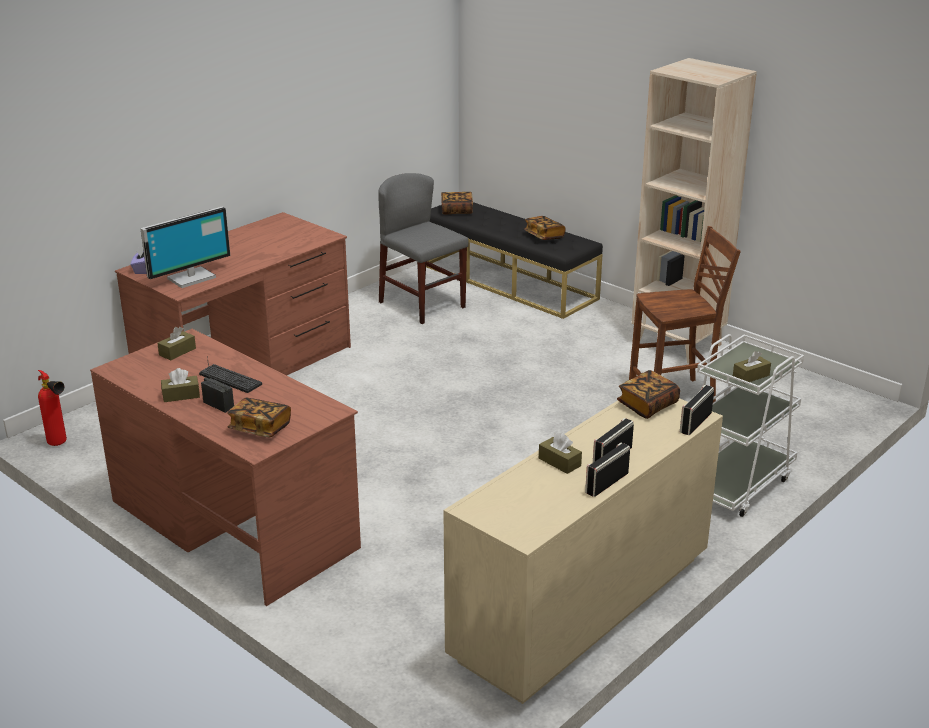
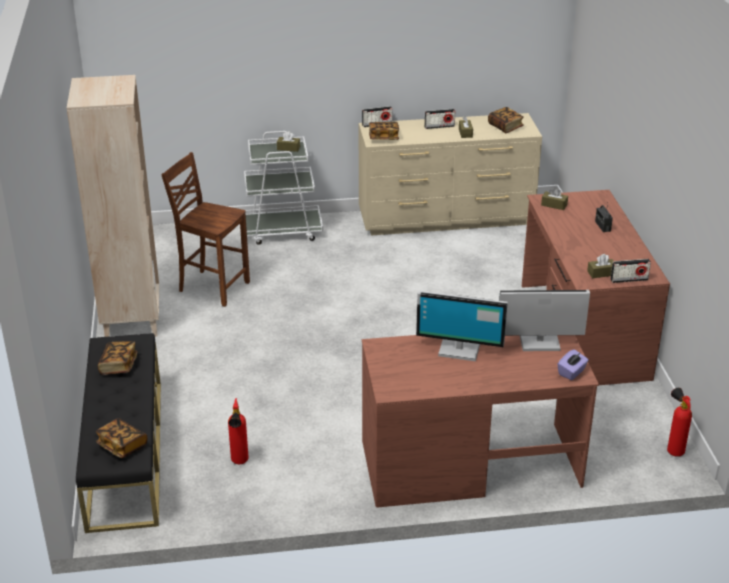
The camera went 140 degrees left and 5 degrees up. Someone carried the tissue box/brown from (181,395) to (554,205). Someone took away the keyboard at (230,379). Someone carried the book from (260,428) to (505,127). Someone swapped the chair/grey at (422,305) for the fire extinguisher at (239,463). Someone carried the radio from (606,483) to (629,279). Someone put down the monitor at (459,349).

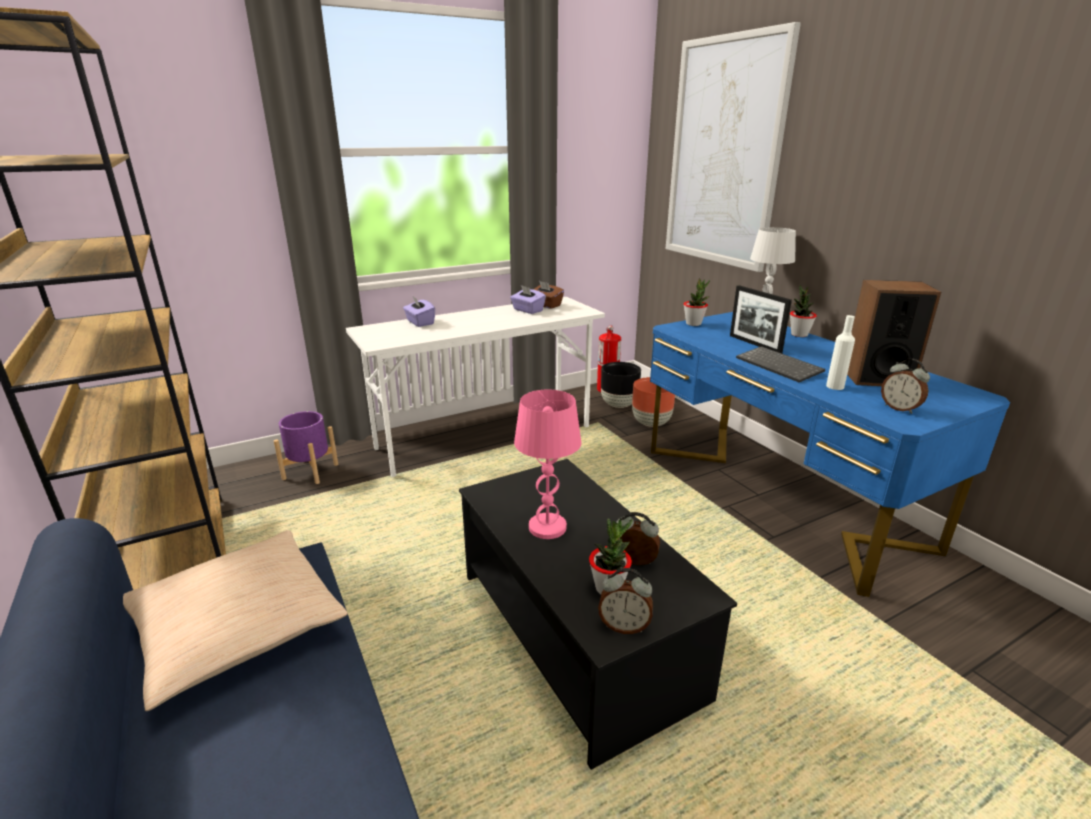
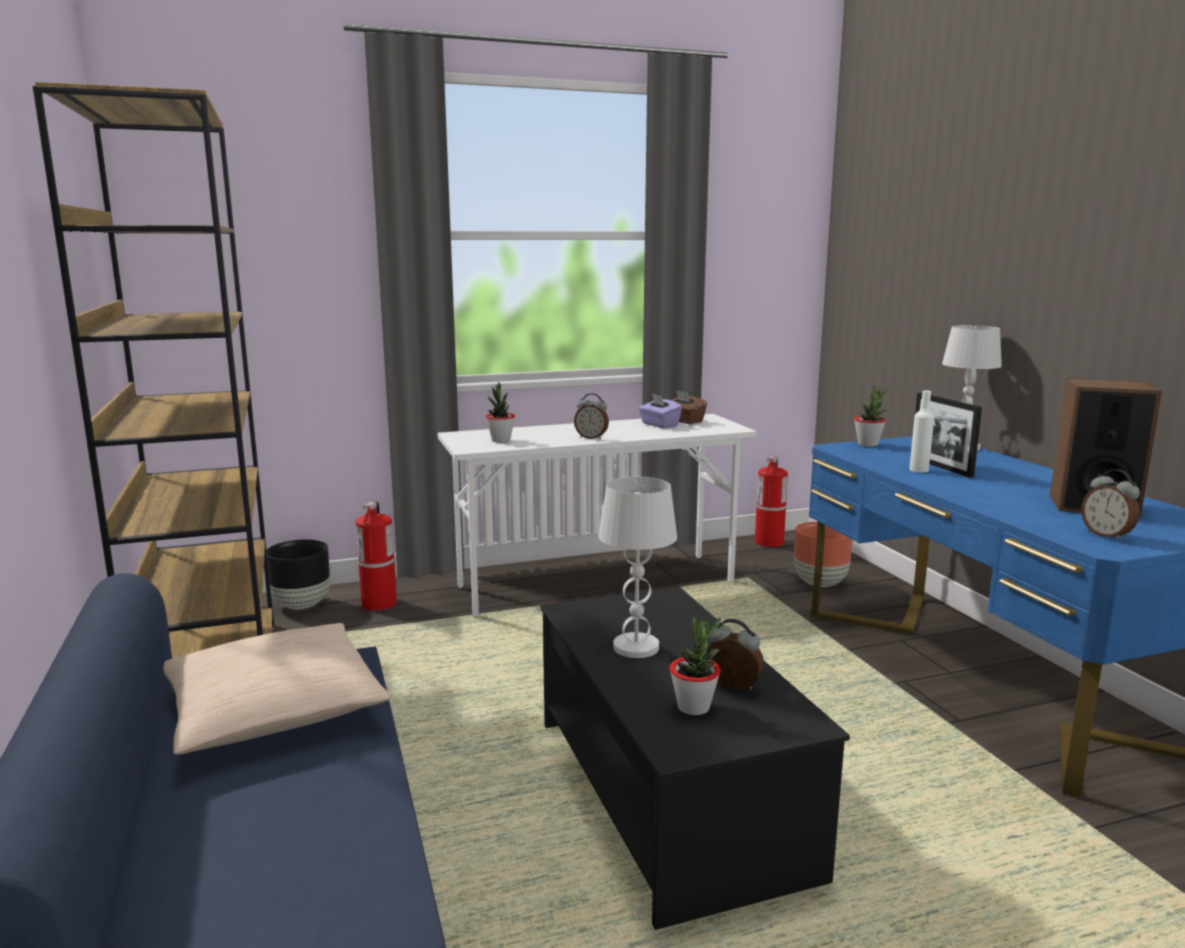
The camera went 10 degrees right and 10 degrees down. Someone swapped the planter/purple at (311,471) for the fire extinguisher at (379,604). Someone took away the tissue box/purple at (420,322). Someone repainted the table lamp/pink at (547,527), which became the table lamp/white at (636,647). Someone carried the alarm clock from (624,626) to (591,438). Someone carried the planter/black from (618,405) to (301,605). Someone took away the picture at (724,154). Someone took away the keyboard at (780,366). Someone carried the potted plant from (799,334) to (500,440). Someone carried the bottle/white from (835,386) to (919,470).

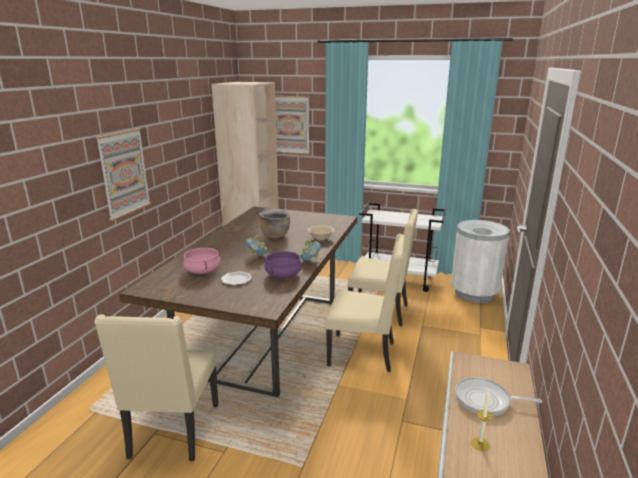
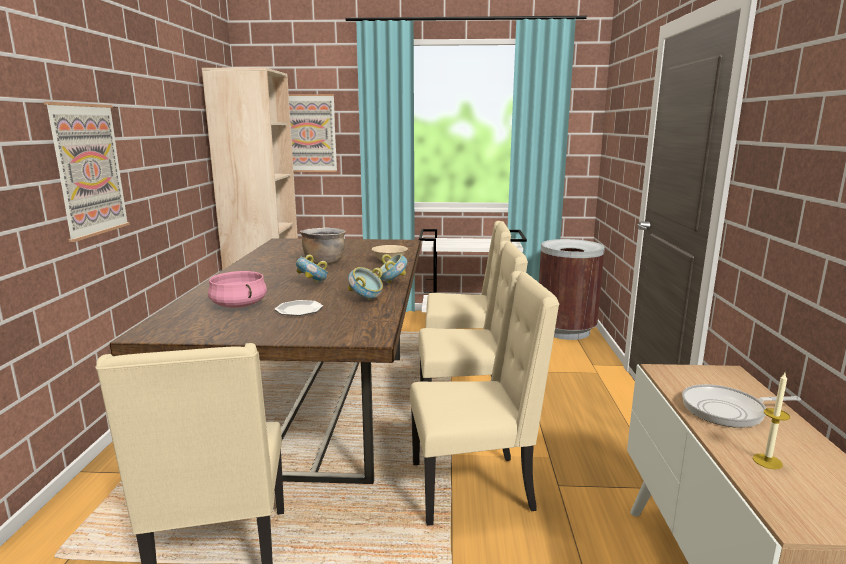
The camera went 15 degrees left and 5 degrees down. Someone swapped the cooking pot/purple at (283,275) for the bowl at (366,299). Someone repainted the trash can/white at (474,293), which became the trash can/brown at (566,331). Someone put down the chair/beige at (474,487).

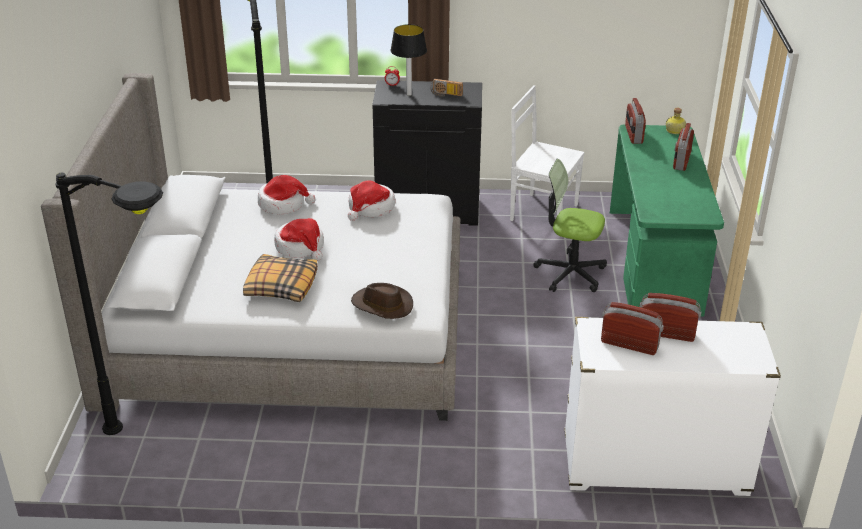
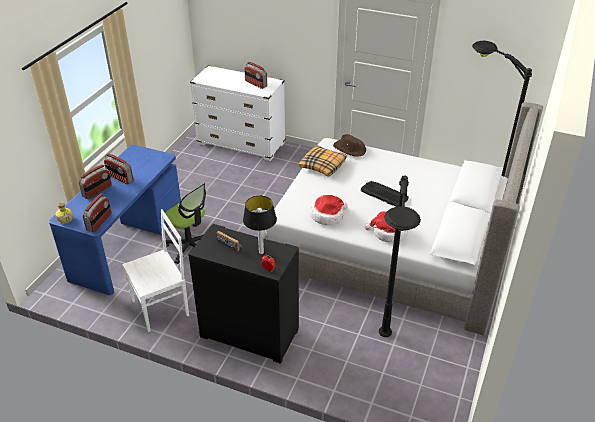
The camera went 160 degrees left and 5 degrees up. Someone carried the pillow from (281,286) to (323,165). Someone swapped the hat at (301,247) for the keyboard at (384,194). Someone rotated the chair/white at (542,212) by 75 degrees counterclockwise. Someone repainted the desk/green at (655,260), which became the desk/blue at (127,243). Someone carried the radio from (666,333) to (120,178).

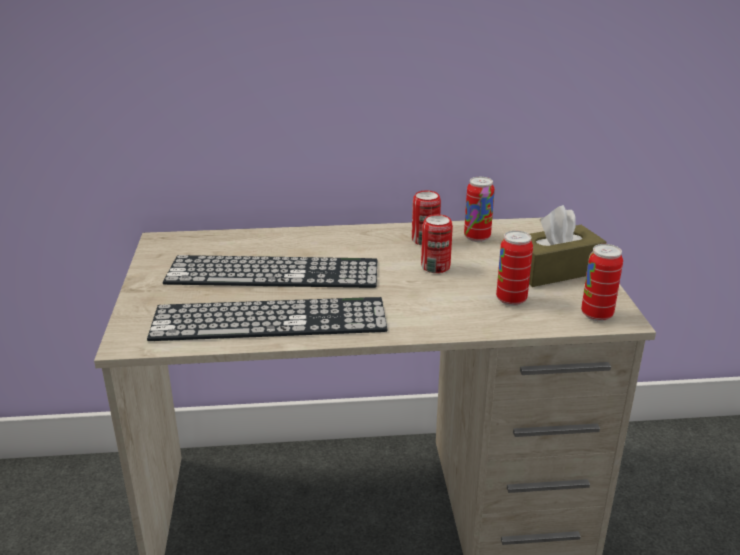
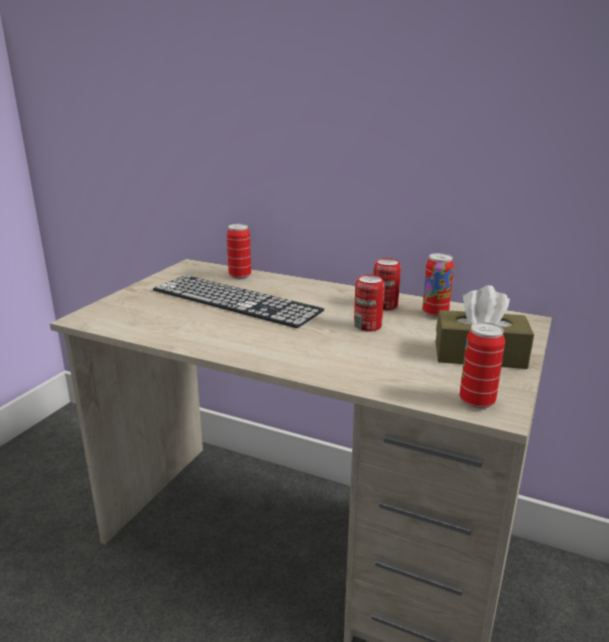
The camera went 30 degrees right and 5 degrees down. Someone took away the keyboard at (269,319). Someone carried the can from (511,299) to (240,276).

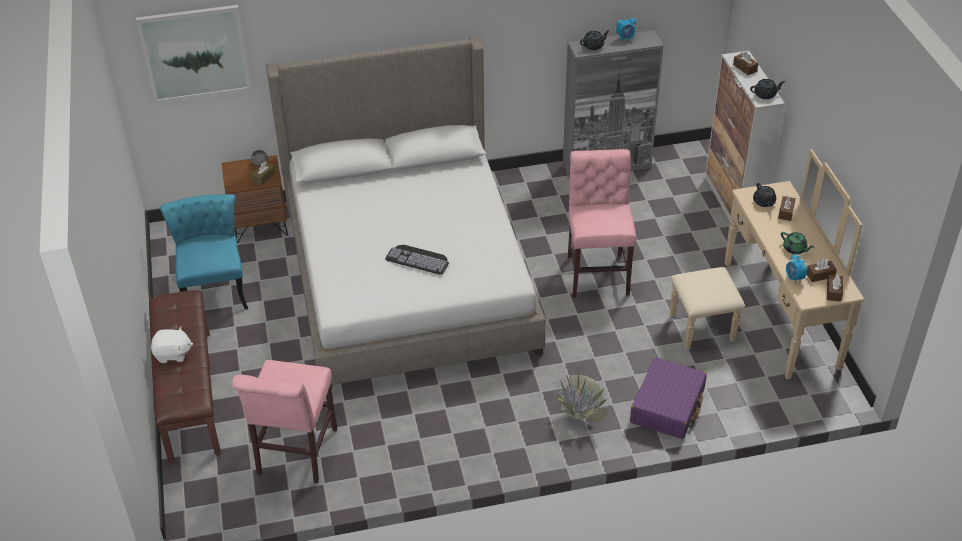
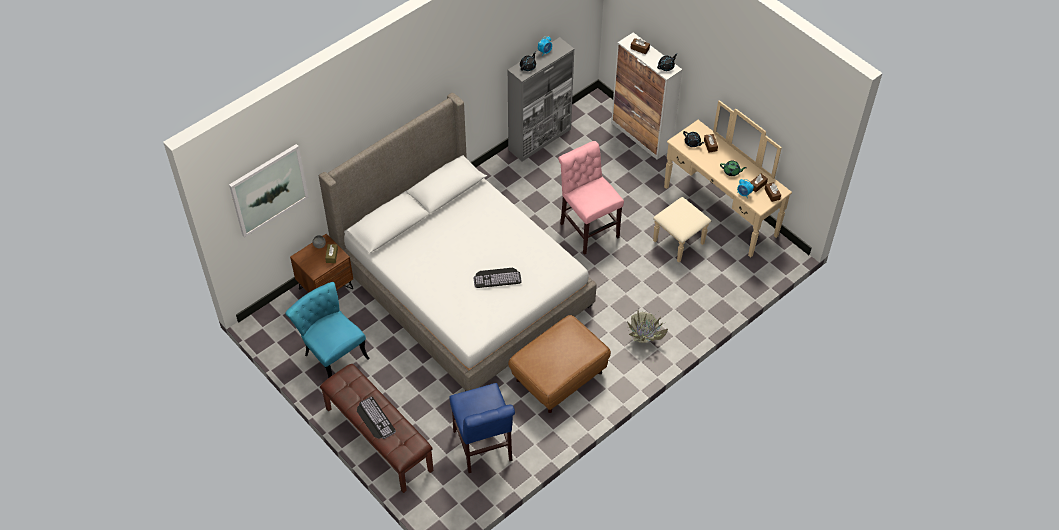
The camera went 30 degrees left and 10 degrees up. Someone swapped the plush toy/white at (173,354) for the keyboard at (374,419). Someone repainted the chair/pink at (295,455), which became the chair/blue at (483,448). Someone took away the suitcase/purple at (667,406). Someone put down the ottoman/brown at (559,376).

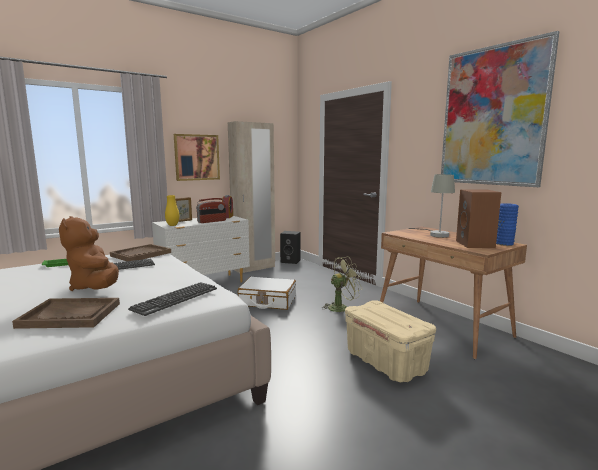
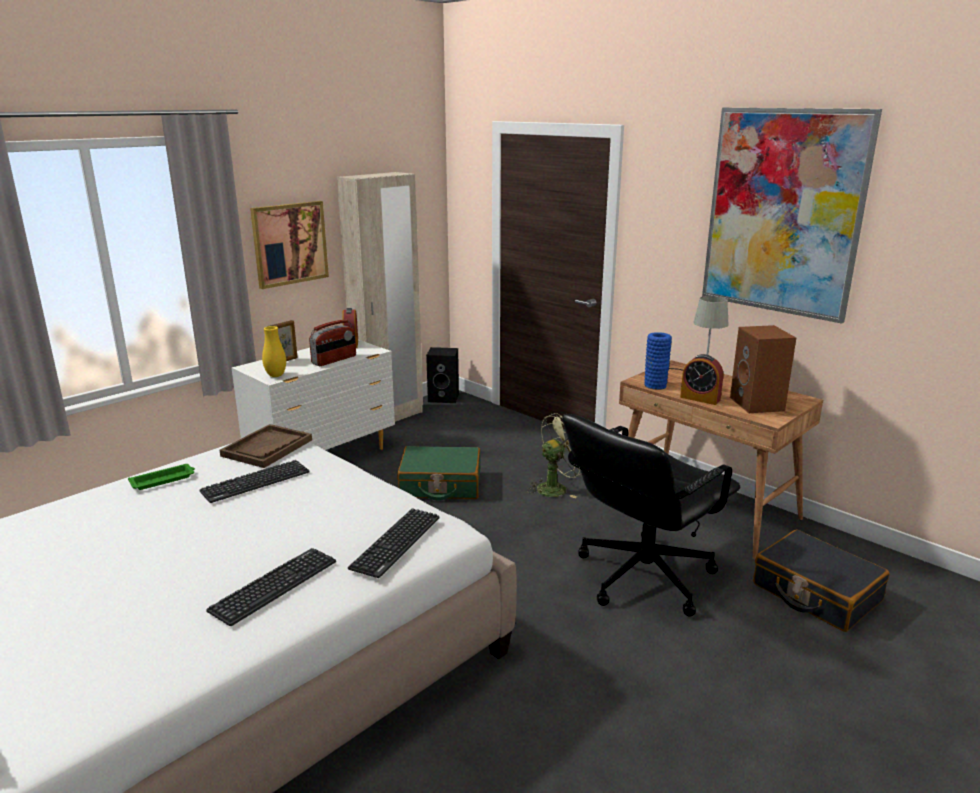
The camera went 10 degrees left and 10 degrees up. Someone swapped the tray/brown at (71,315) for the keyboard at (274,586). Someone took away the plush toy/brown at (96,288). Someone repainted the suitcase/white at (267,301), which became the suitcase/green at (440,485). Someone swapped the storage box/beige at (385,362) for the office chair/black at (642,576). Someone carried the vase/blue from (504,243) to (655,385). Someone put down the alarm clock at (700,398). Someone put down the suitcase/black at (815,593).

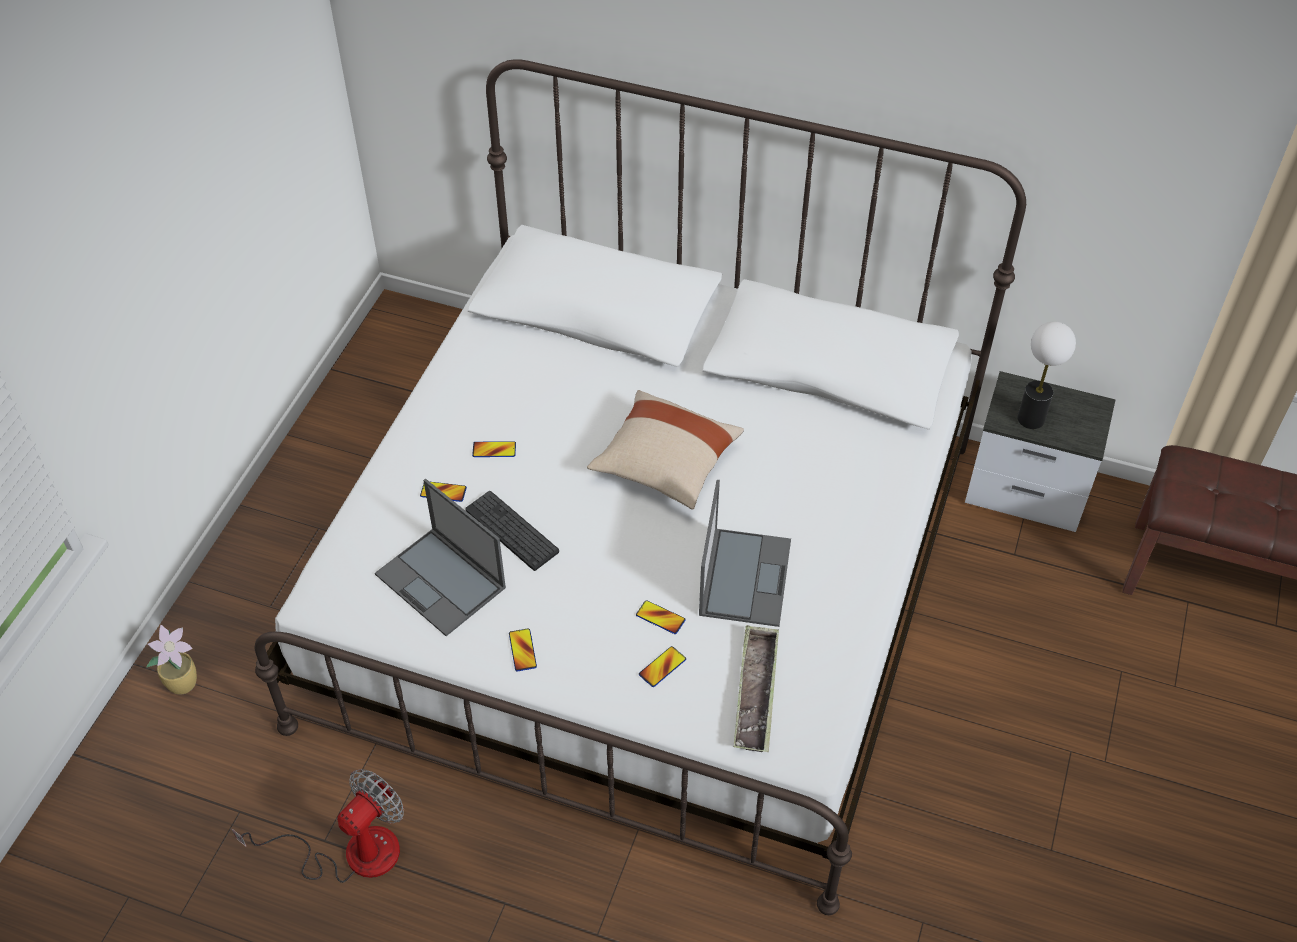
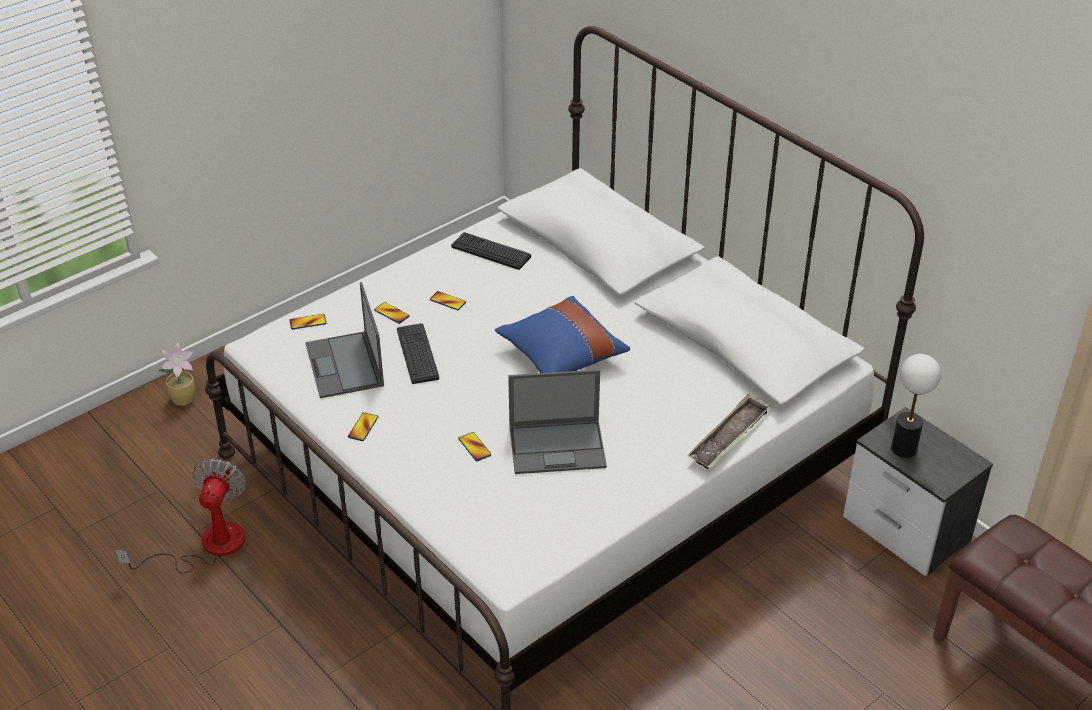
The camera went 30 degrees right and 10 degrees down. Someone rotated the fan at (352,852) by 60 degrees counterclockwise. Someone repainted the pillow/beige at (665,464), which became the pillow/blue at (561,355). Someone carried the phone from (662,667) to (308,322). Someone rotated the laptop at (745,576) by 45 degrees clockwise. Someone carried the tray from (756,693) to (729,437). Someone put down the keyboard at (491,252).

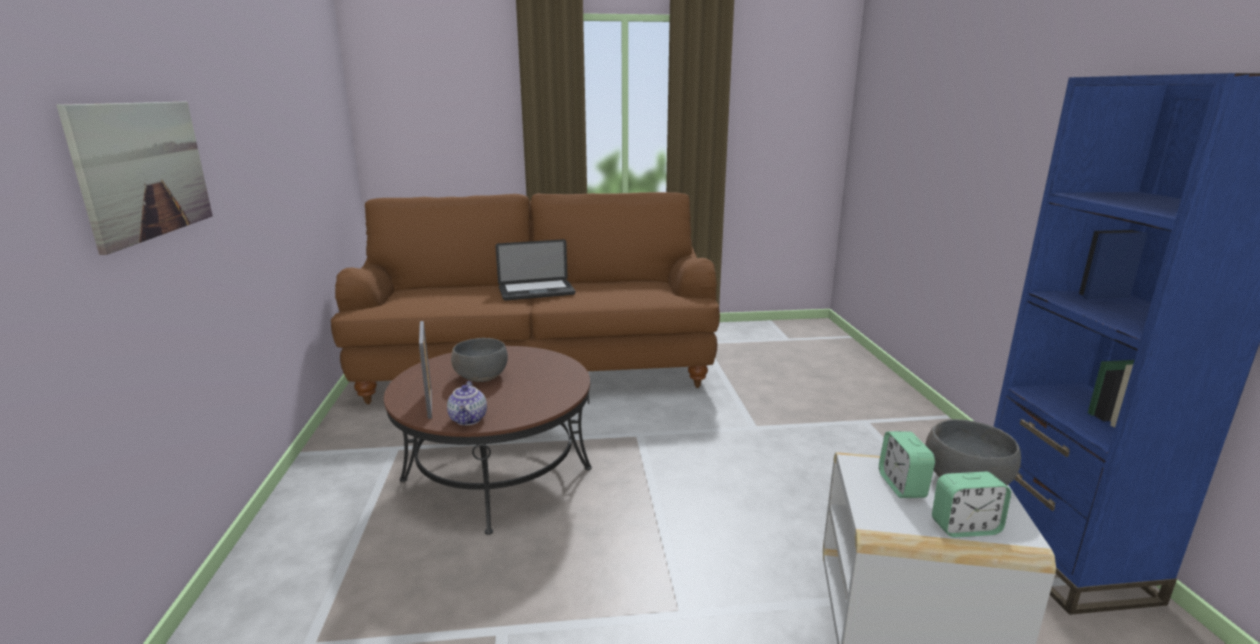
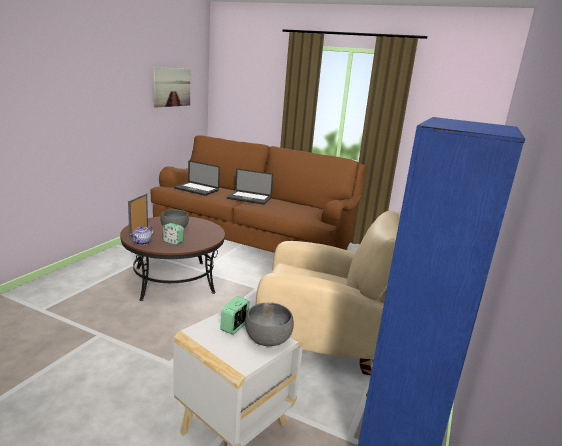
The camera went 30 degrees right and 0 degrees up. Someone carried the picture from (144,170) to (172,87). Someone carried the alarm clock from (965,527) to (173,242). Someone put down the laptop at (196,189). Someone put down the armchair/beige at (324,339).

